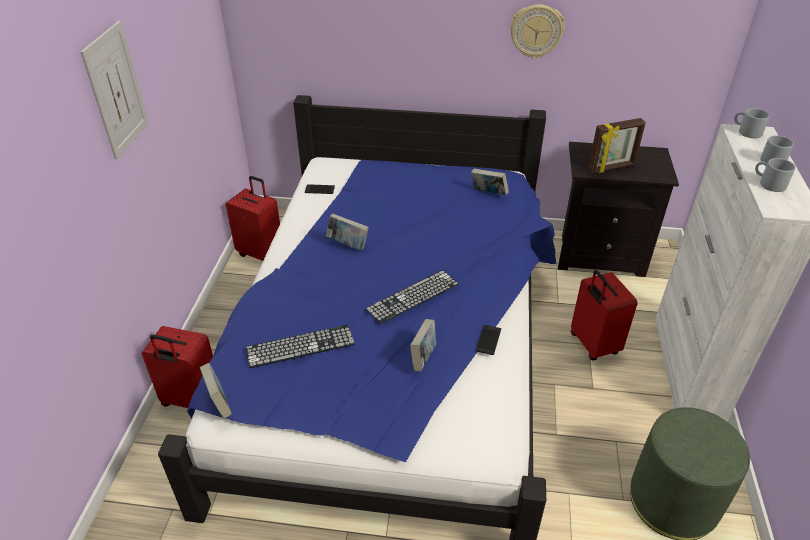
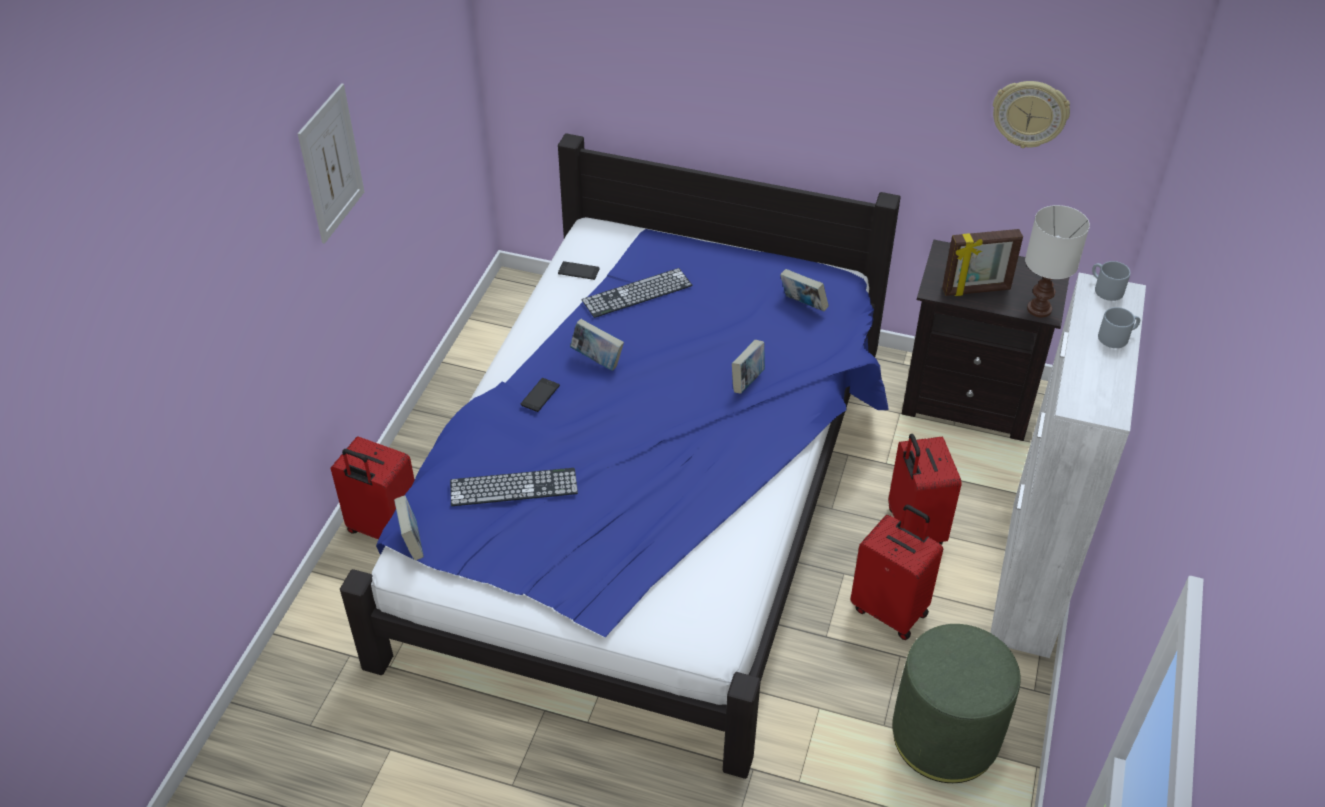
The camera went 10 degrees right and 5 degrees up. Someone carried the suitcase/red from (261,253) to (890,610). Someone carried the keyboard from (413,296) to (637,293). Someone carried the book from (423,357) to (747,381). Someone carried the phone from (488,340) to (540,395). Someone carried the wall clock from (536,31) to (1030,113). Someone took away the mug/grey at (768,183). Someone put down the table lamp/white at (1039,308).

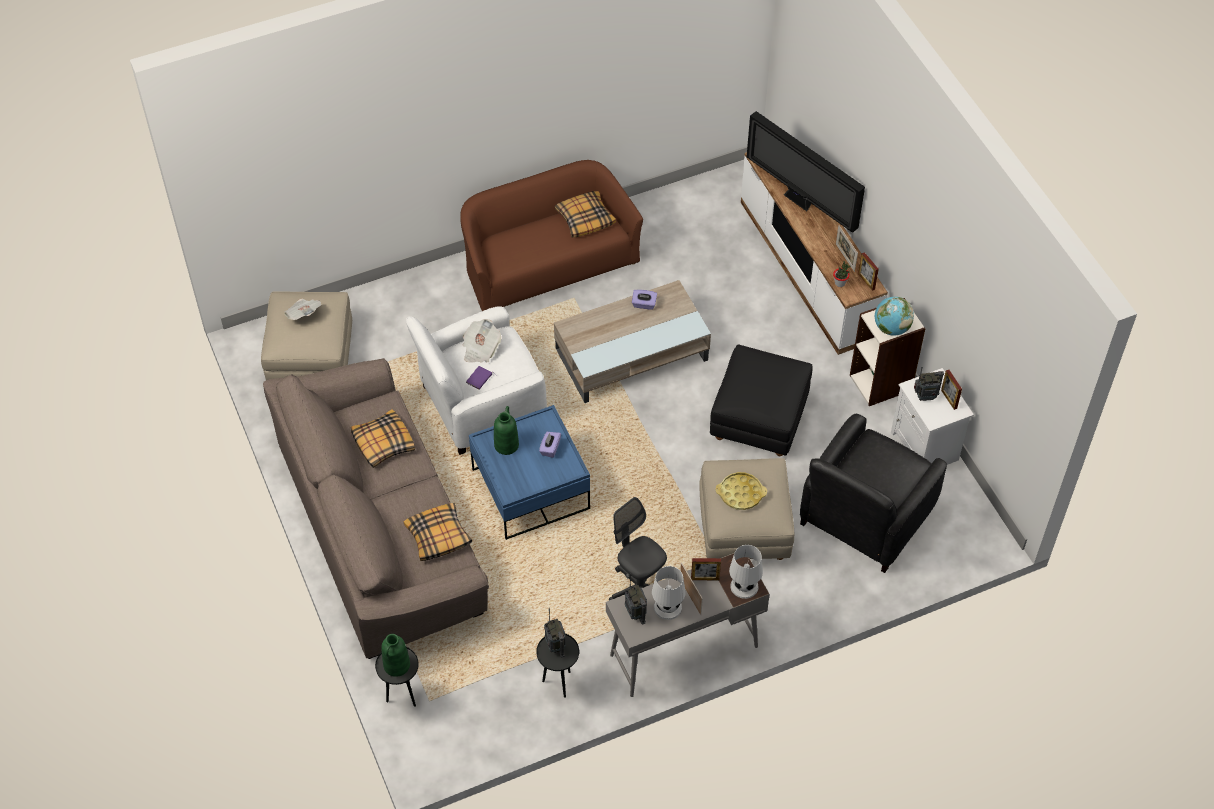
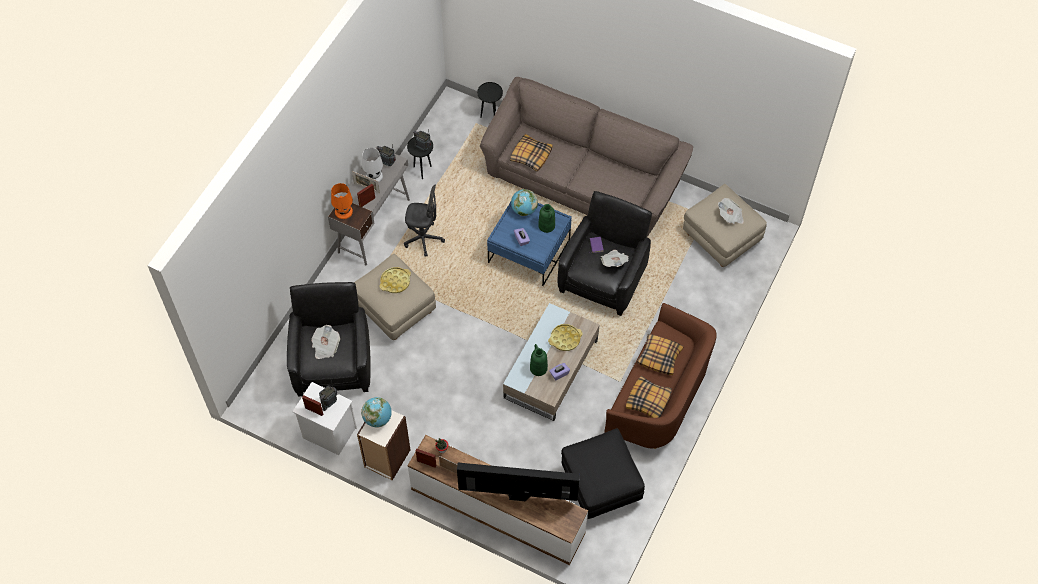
The camera went 140 degrees right and 5 degrees up. Someone carried the pillow from (383,443) to (659,357). Someone carried the vase/green from (397,665) to (538,368). Someone repainted the armchair/white at (480,405), which became the armchair/black at (603,278). Someone carried the ottoman/black from (759,420) to (600,484). Someone repainted the table lamp/white at (744,586), which became the table lamp/orange at (343,211). Someone put down the newspaper at (325,346). Someone put down the globe at (524,210). Someone put down the tray/yellow at (565,339).

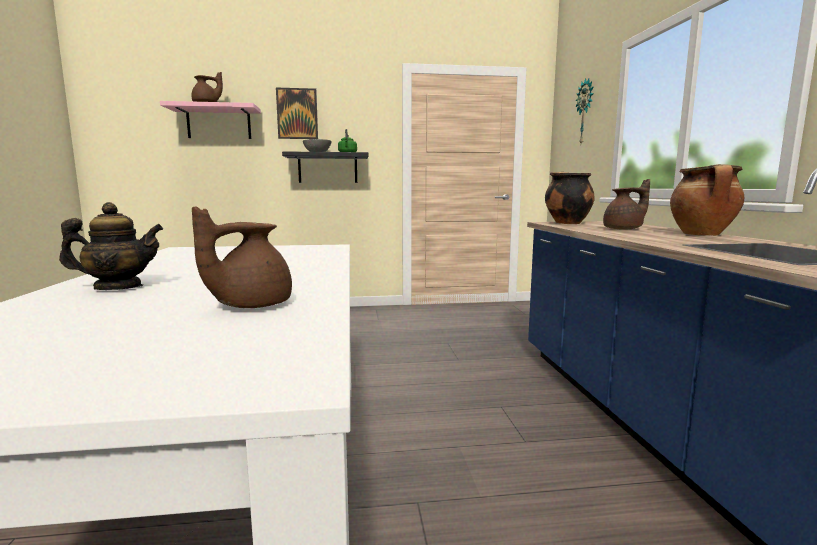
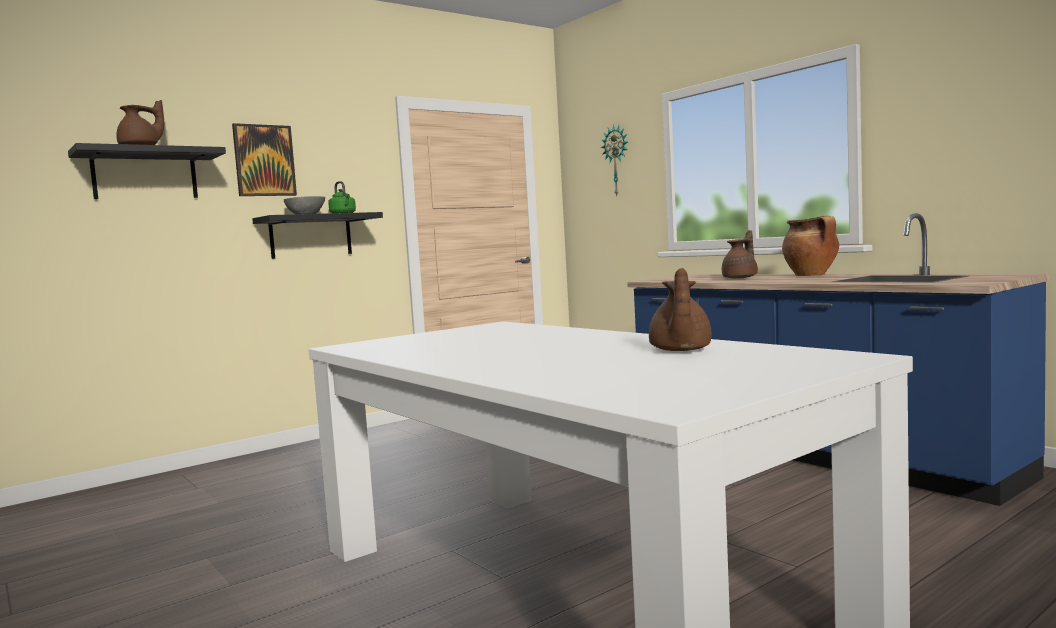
The camera went 30 degrees left and 5 degrees down. Someone took away the teapot at (118,288). Someone repainted the shelf/pink at (219,123), which became the shelf/black at (145,175). Someone took away the cooking pot at (566,223).

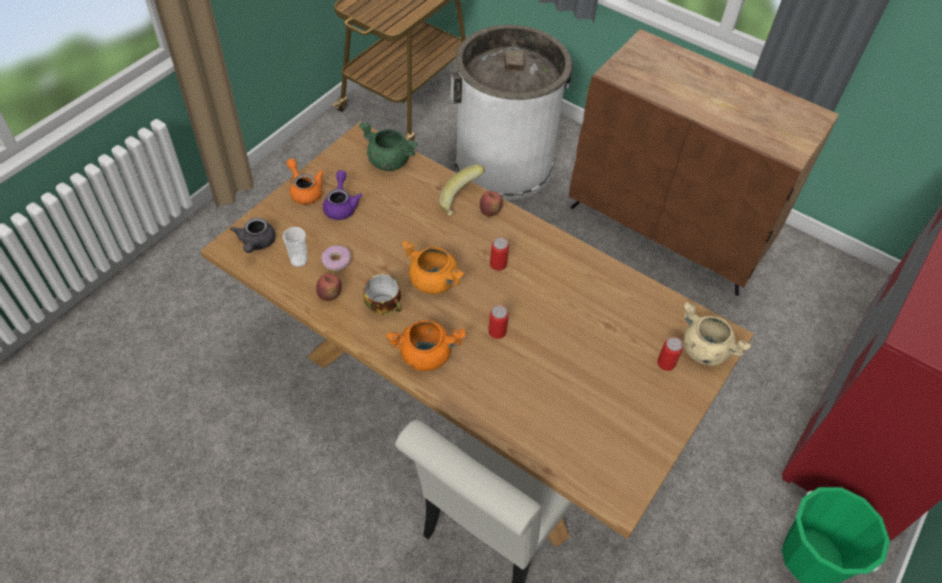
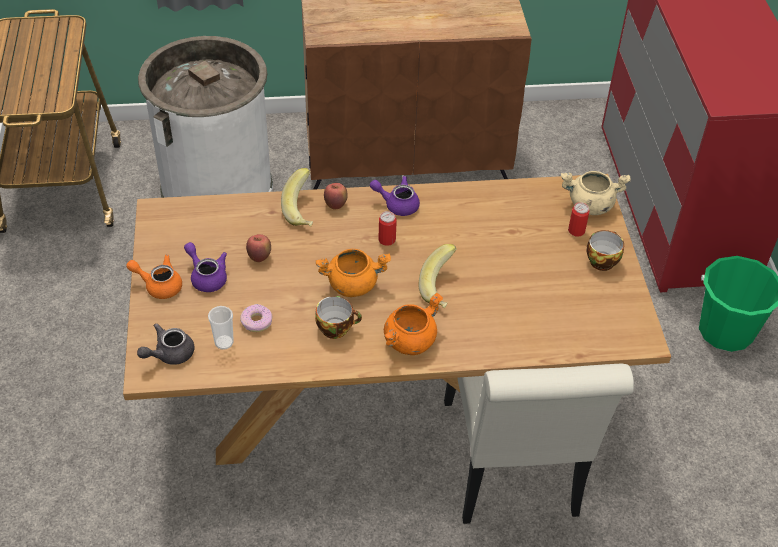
The camera went 40 degrees left and 5 degrees down. Someone rotated the teapot/grey at (256,243) by 90 degrees clockwise. Someone carried the apple from (330,295) to (259,257). Someone took away the cooking pot/green at (388,161). Someone swapped the can at (497,332) for the banana at (442,288). Someone put down the teapot/purple at (397,204). Someone put down the cup at (601,260).

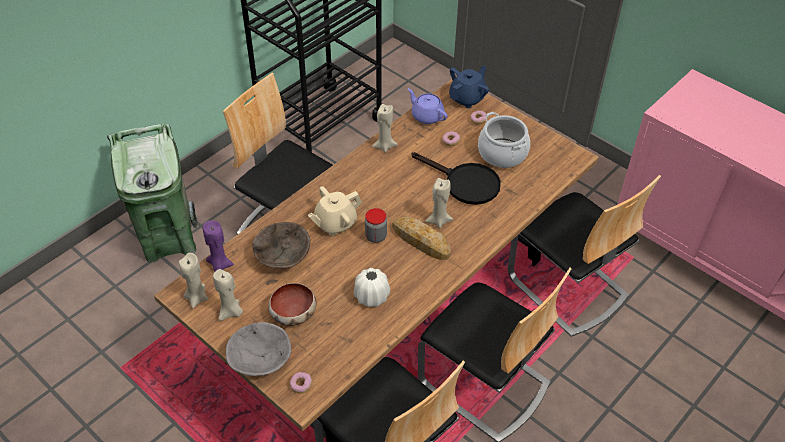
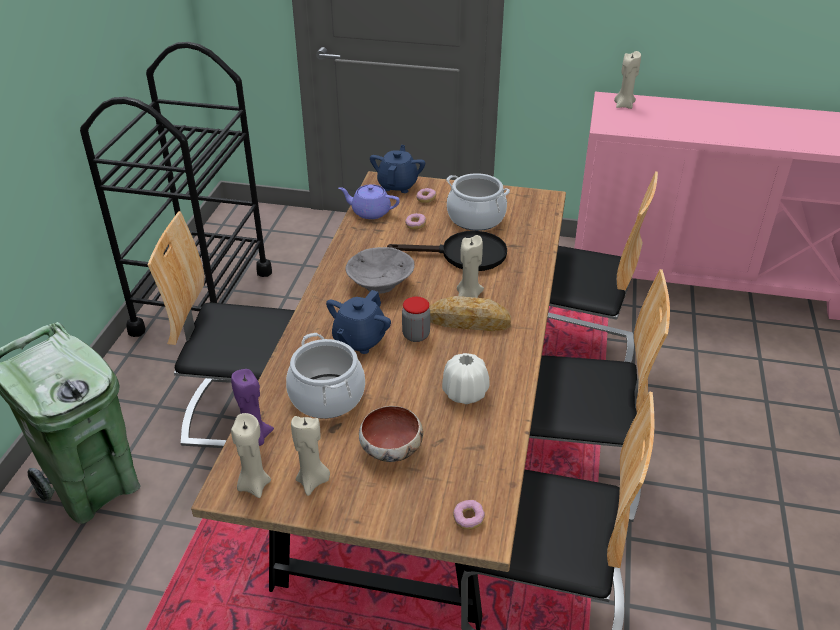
The camera went 30 degrees left and 10 degrees down. Someone carried the bowl/grey from (261,360) to (380,284). Someone swapped the bowl/brown at (282,257) for the cooking pot at (326,397). Someone repainted the teapot/beige at (335,223), which became the teapot/blue at (359,340). Someone carried the candle/beige from (384,146) to (624,105).

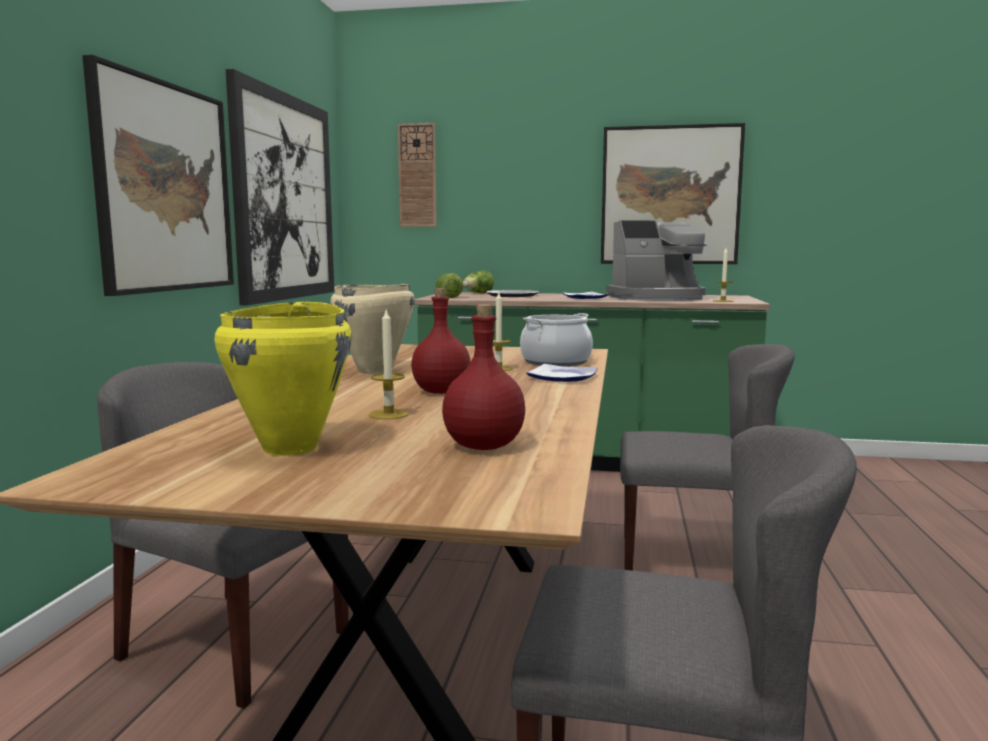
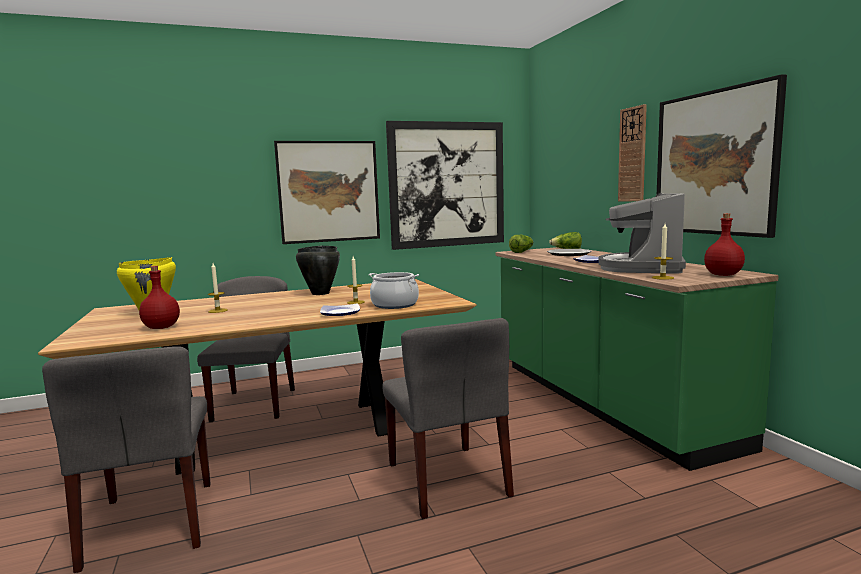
The camera went 60 degrees right and 0 degrees up. Someone repainted the cooking pot/beige at (375,372), which became the cooking pot/black at (320,293). Someone carried the wall clock from (417,175) to (632,154). Someone carried the bottle/red from (440,392) to (722,275). Someone rotated the coffee machine at (657,298) by 60 degrees clockwise.

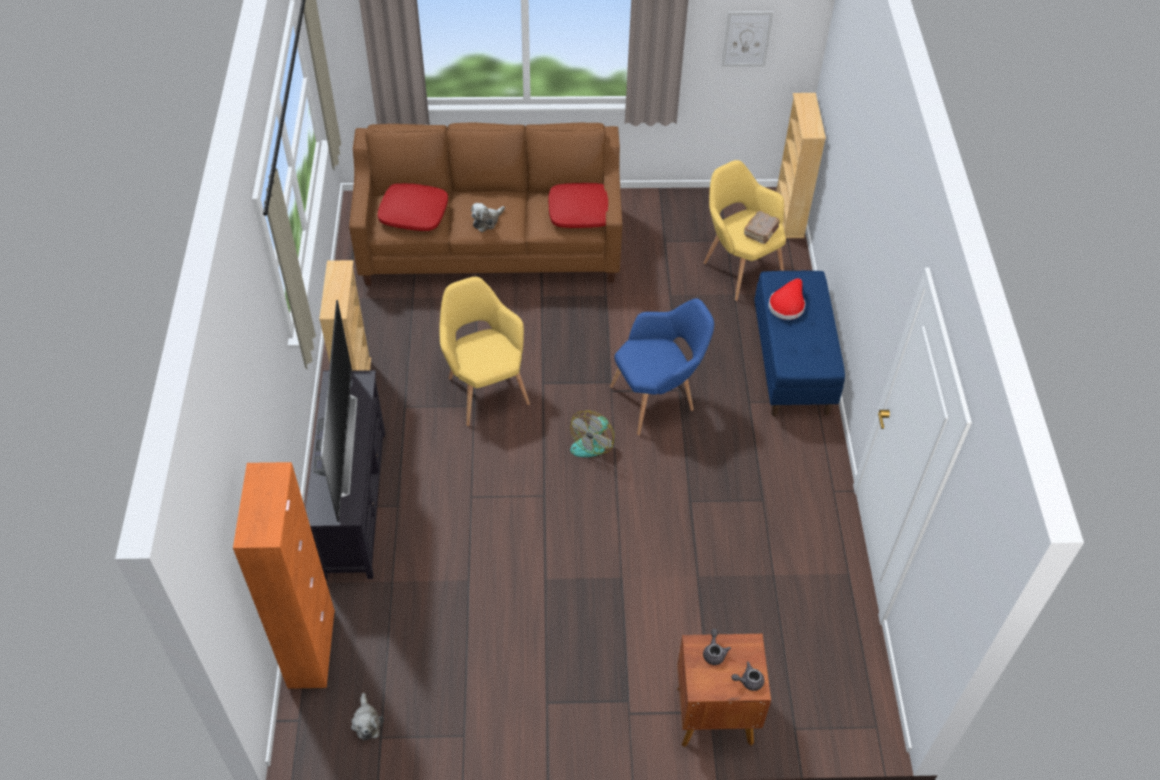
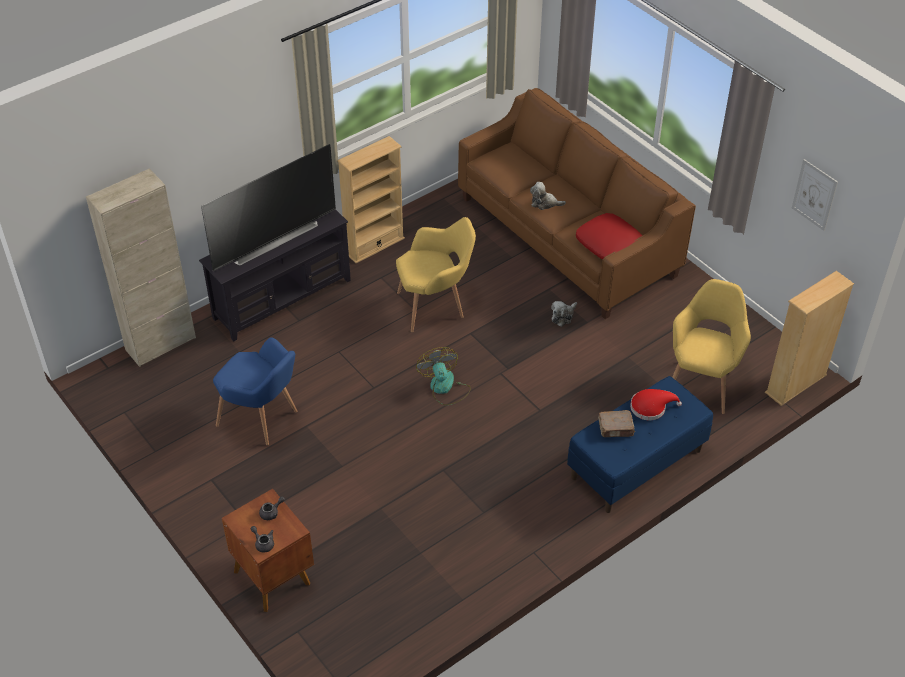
The camera went 55 degrees right and 5 degrees down. Someone repainted the cabinet/orange at (312,648), which became the cabinet/beige at (161,344). Someone carried the plush toy from (367,722) to (563,316). Someone took away the pillow/red at (414,213). Someone rotated the armchair/yellow at (484,388) by 45 degrees clockwise. Someone rotated the fan at (593,441) by 75 degrees clockwise. Someone carried the armchair/blue from (658,399) to (262,419). Someone carried the book/brown from (761,232) to (616,428).

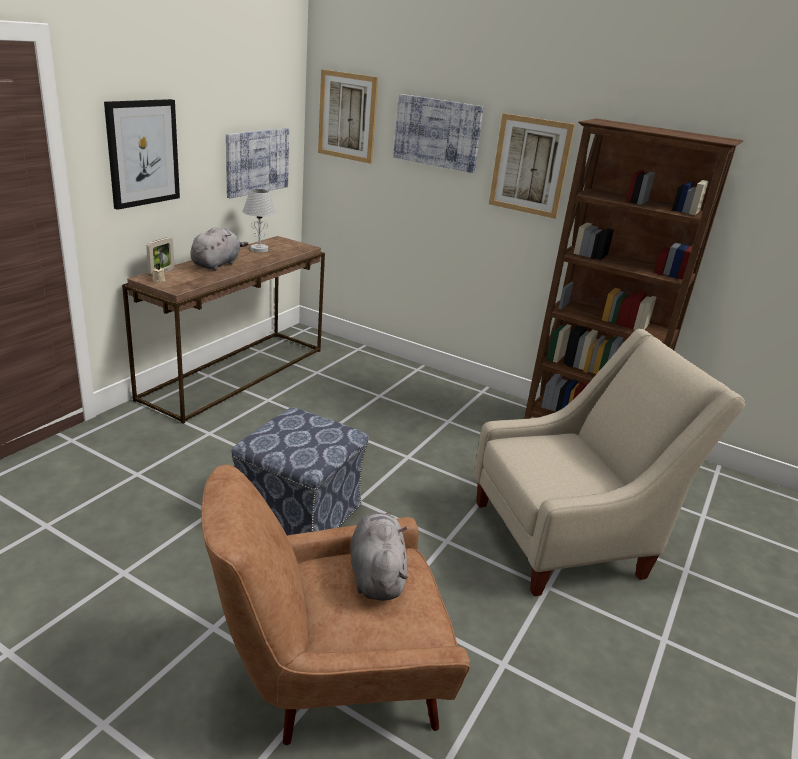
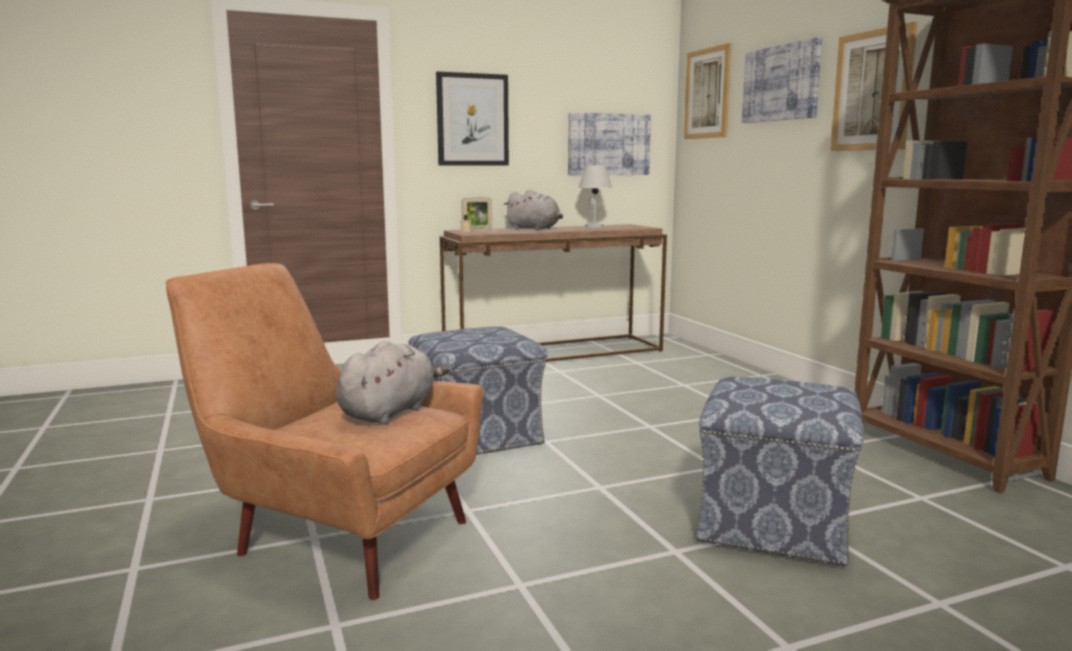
The camera went 40 degrees right and 15 degrees down. Someone rotated the plush toy/grey at (217,264) by 60 degrees clockwise. Someone swapped the armchair/beige at (569,537) for the ottoman at (774,525).

